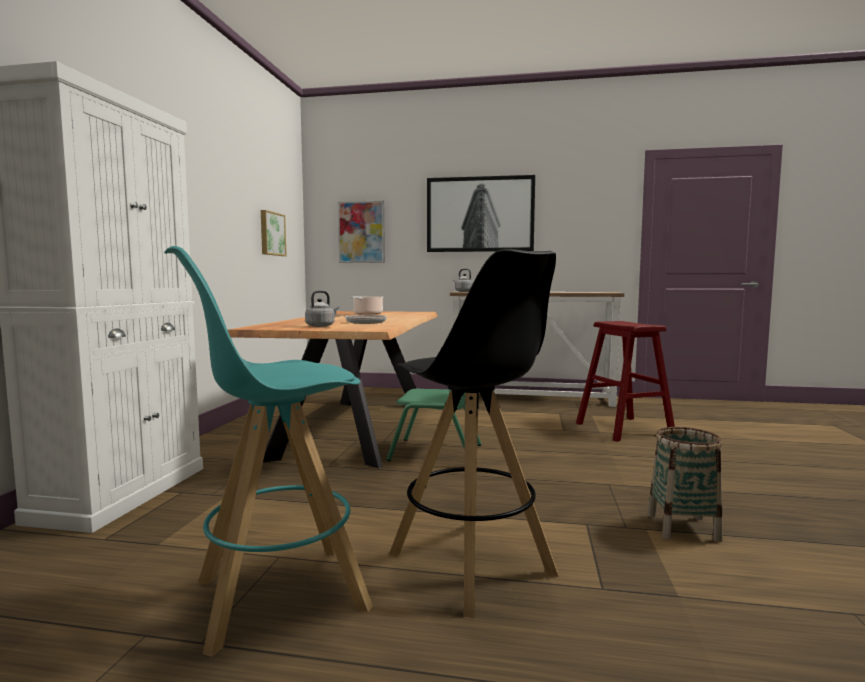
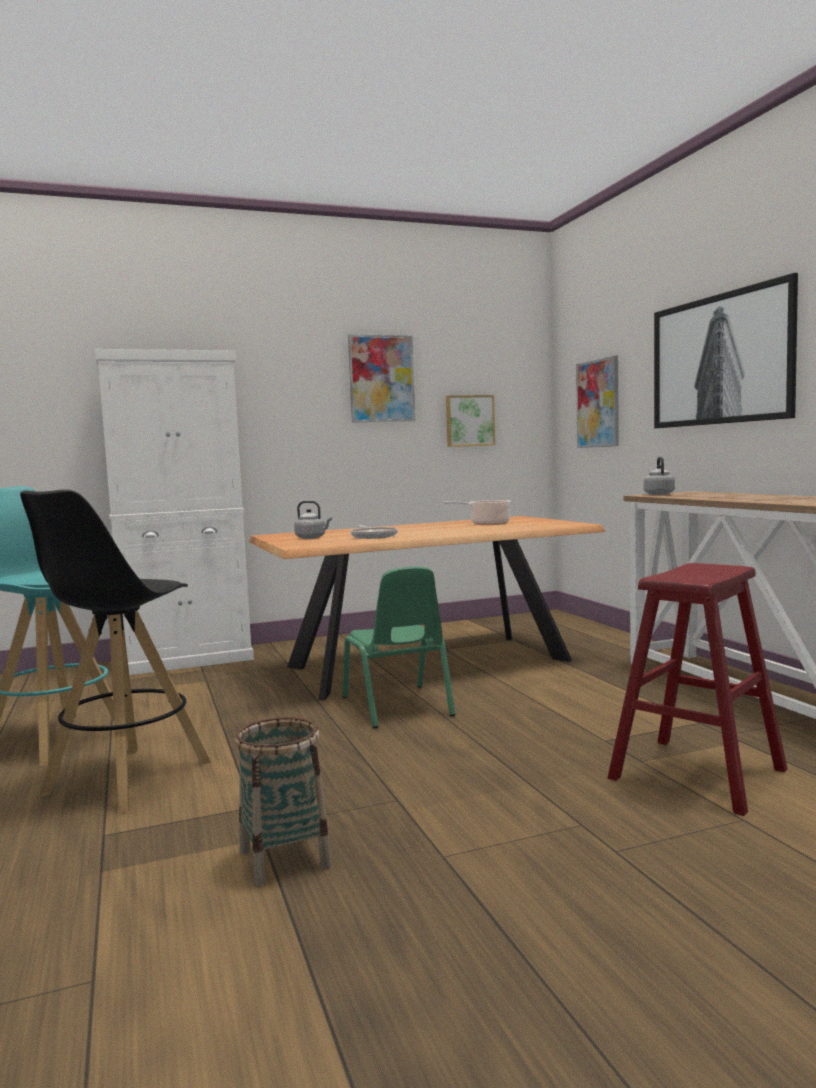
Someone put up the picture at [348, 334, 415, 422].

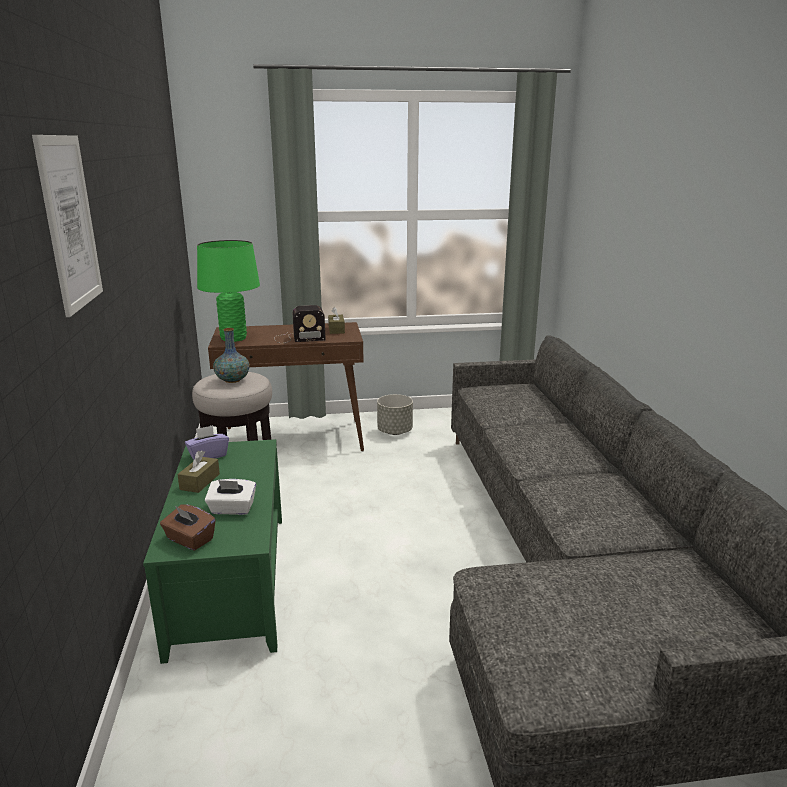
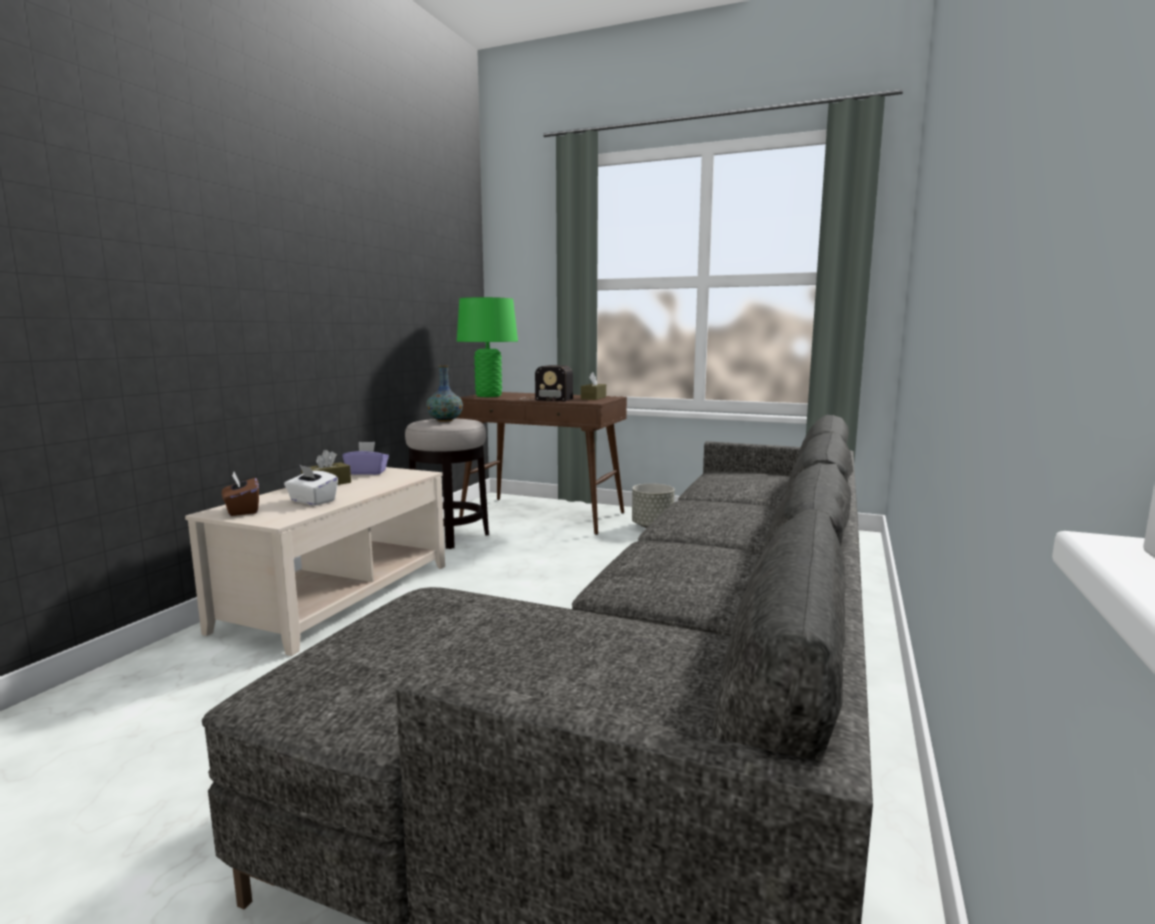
Someone repainted the lounge table in greenish at [143, 439, 282, 664], which became the lounge table in beige at [185, 467, 445, 656].
Someone took away the picture at [32, 135, 103, 317].

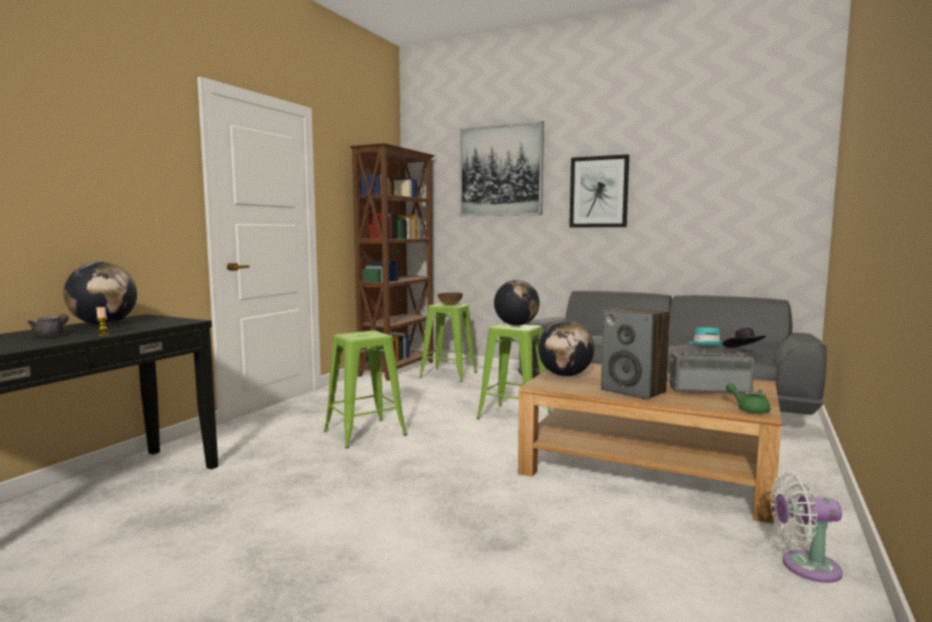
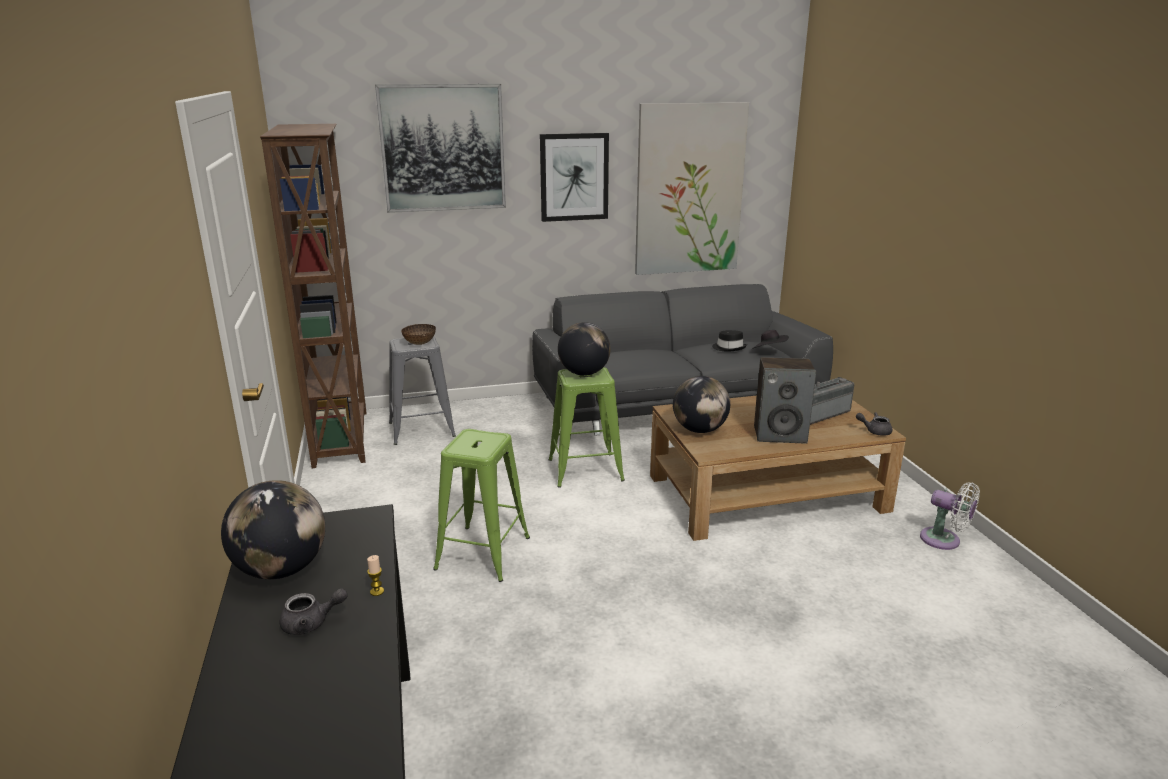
Someone repainted the sitting stool in greenish at [419, 303, 477, 382], which became the sitting stool in greyish at [389, 336, 456, 445].
Someone put up the picture at [635, 102, 749, 275].
Someone repainted the clothing hat in blue-green at [689, 327, 723, 345], which became the clothing hat in black at [712, 330, 747, 352].
Someone repainted the pot for tea in greenish at [726, 383, 771, 414], which became the pot for tea in greyish at [856, 412, 892, 436].
Someone rotated the fan in whitish at [770, 473, 842, 583] by 105 degrees counterclockwise.

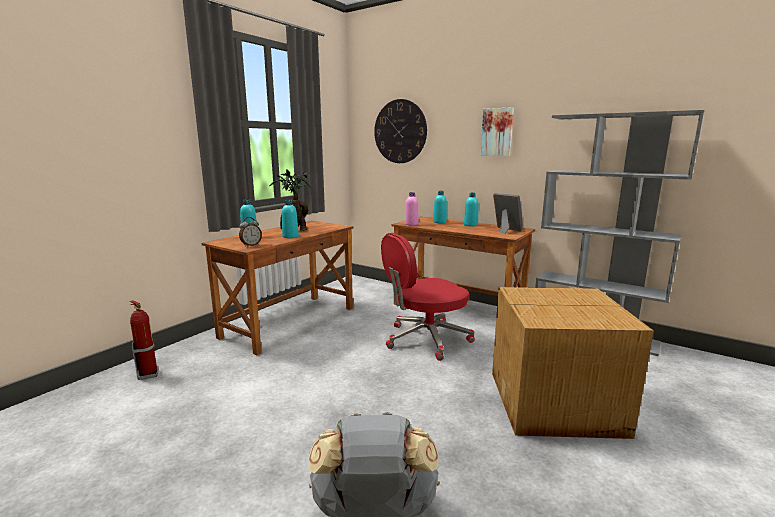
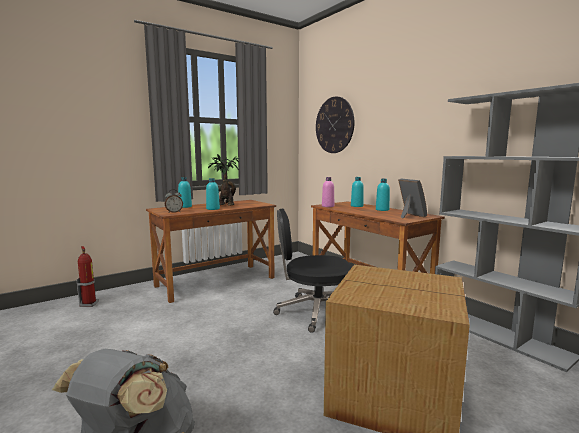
Someone repainted the computer chair in red at [381, 233, 475, 361], which became the computer chair in black at [273, 209, 352, 333].
Someone took away the picture at [481, 107, 514, 156].

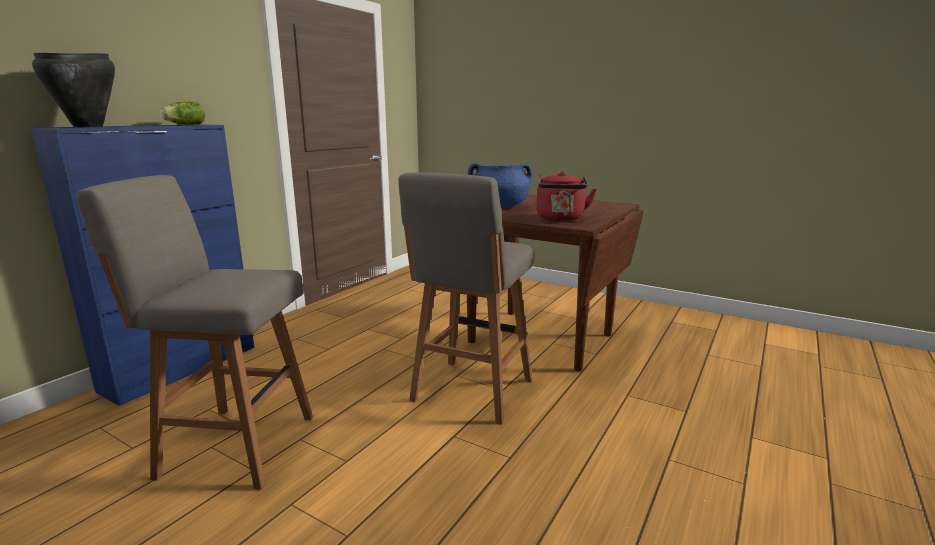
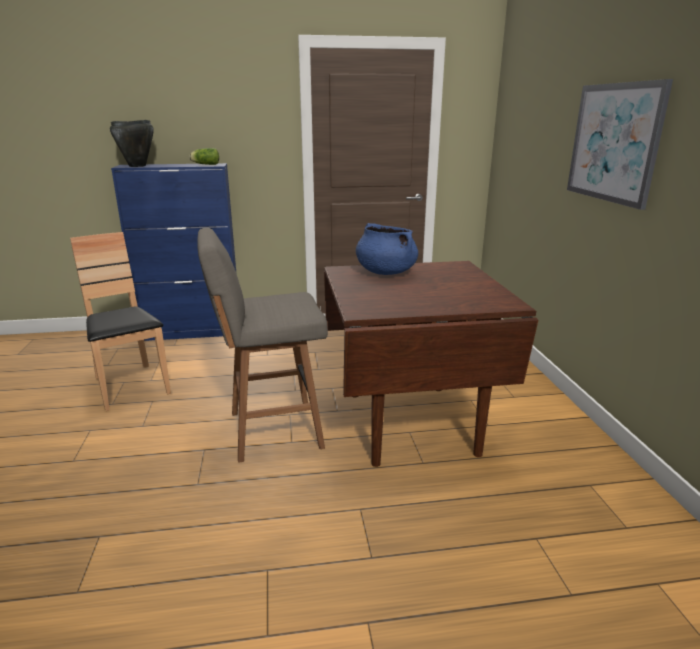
Someone swapped the sitting stool in greyish at [76, 175, 313, 490] for the plain chair in brown at [70, 232, 171, 411].
Someone put up the picture at [567, 79, 673, 210].
Someone took away the water kettle in red at [536, 171, 597, 221].

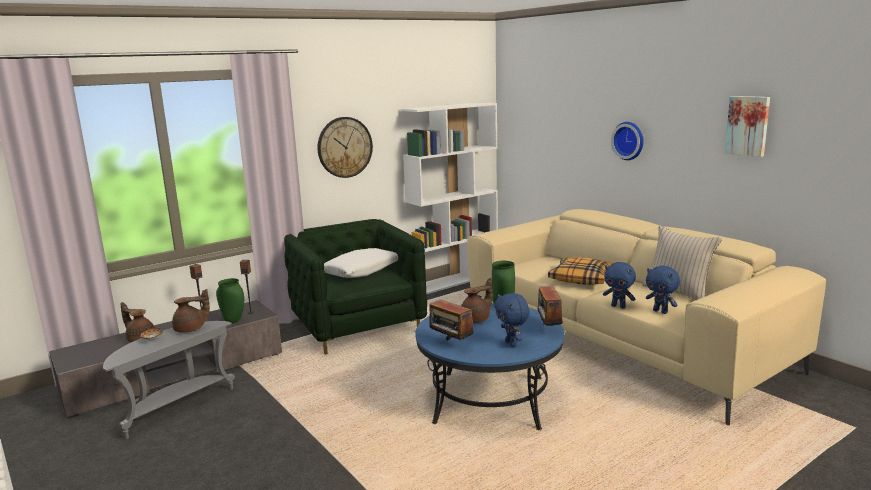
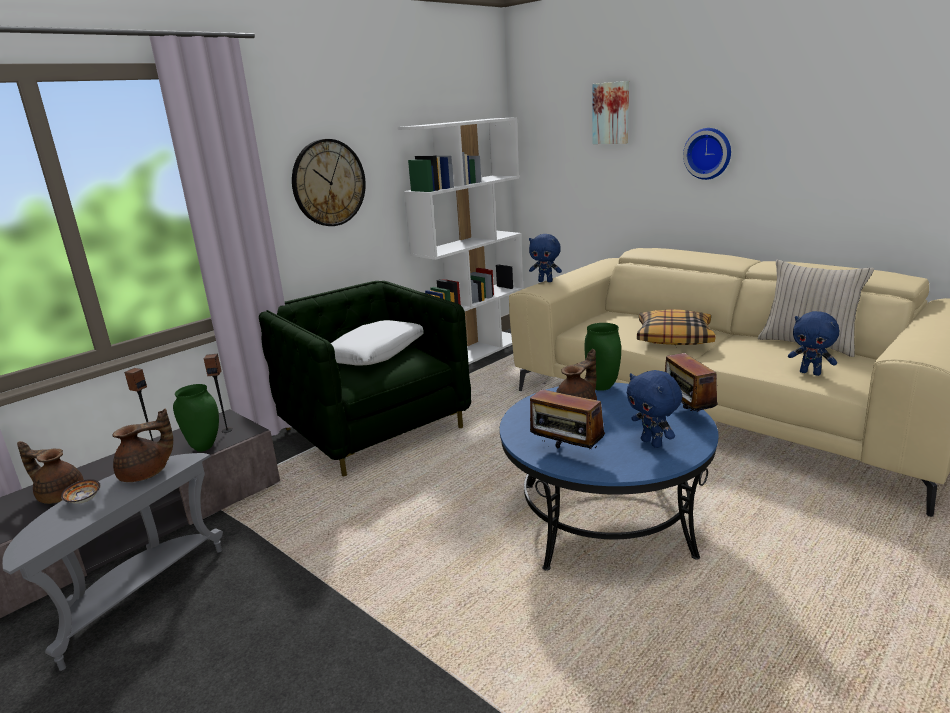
Someone carried the soft toy in bluish from [603, 262, 636, 308] to [529, 234, 562, 282].
Someone carried the picture from [725, 96, 770, 157] to [592, 81, 629, 144].

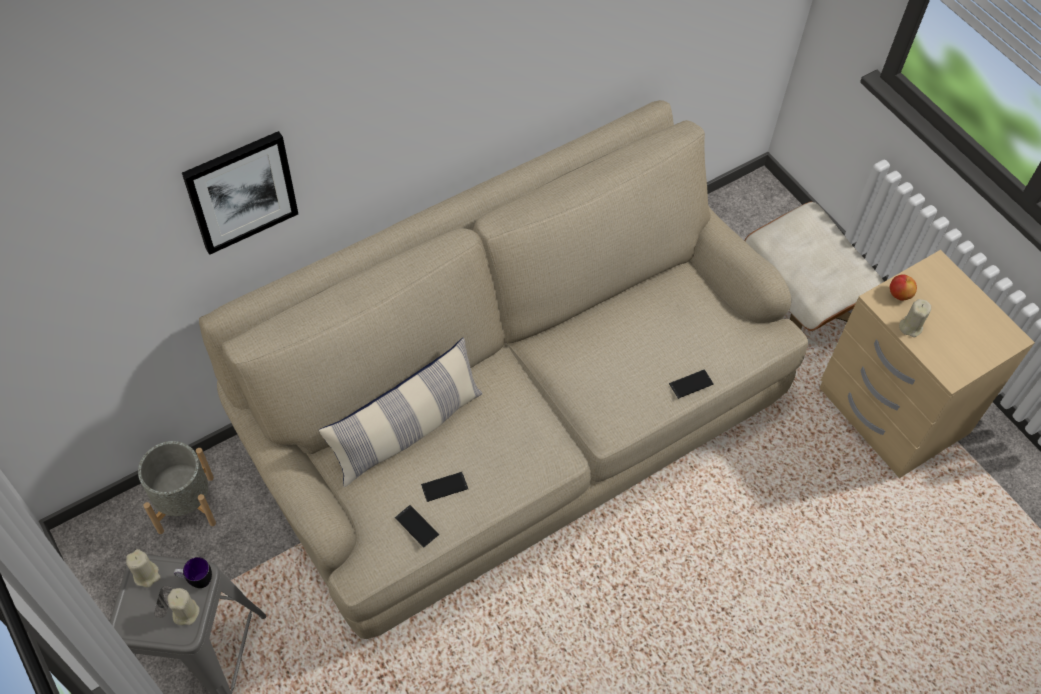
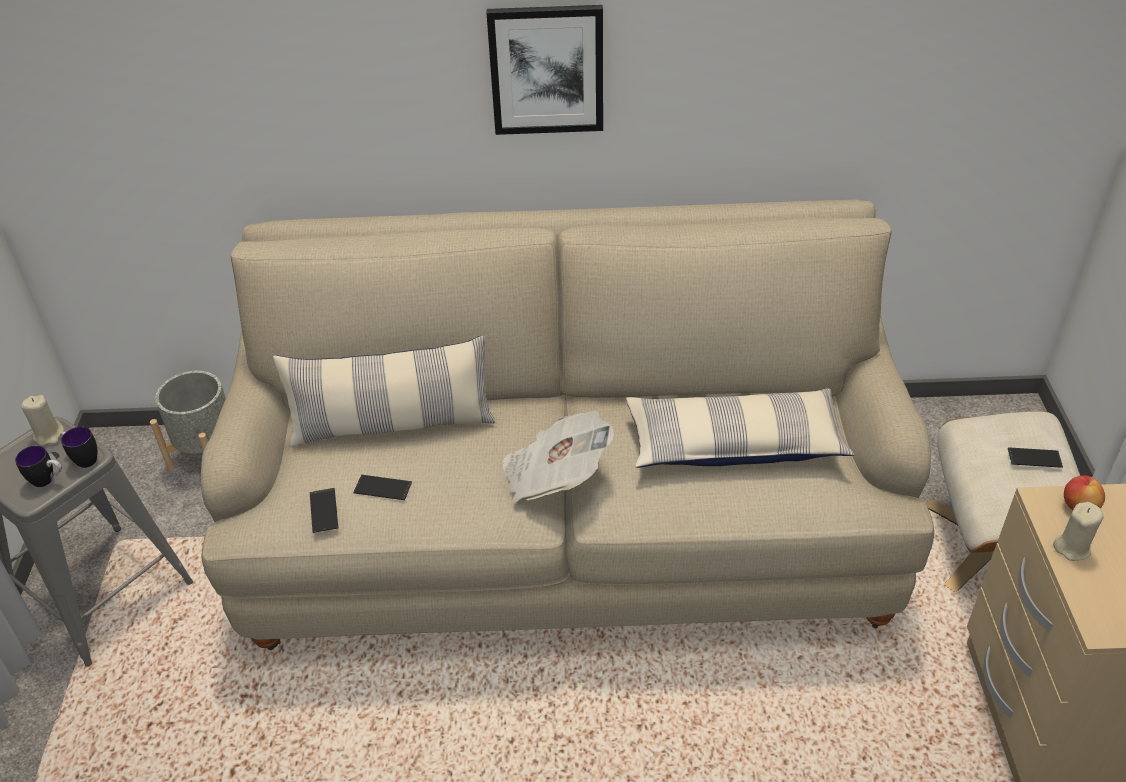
Someone swapped the wax light in beige at [167, 588, 200, 625] for the tea mug at [15, 446, 62, 487].
Someone carried the picture from [182, 131, 298, 255] to [487, 5, 603, 135].
Someone put down the newspaper at [502, 411, 614, 502].
Someone put down the throw pillow at [626, 388, 854, 468].
Someone carried the telephone from [669, 369, 714, 399] to [1008, 447, 1063, 468].

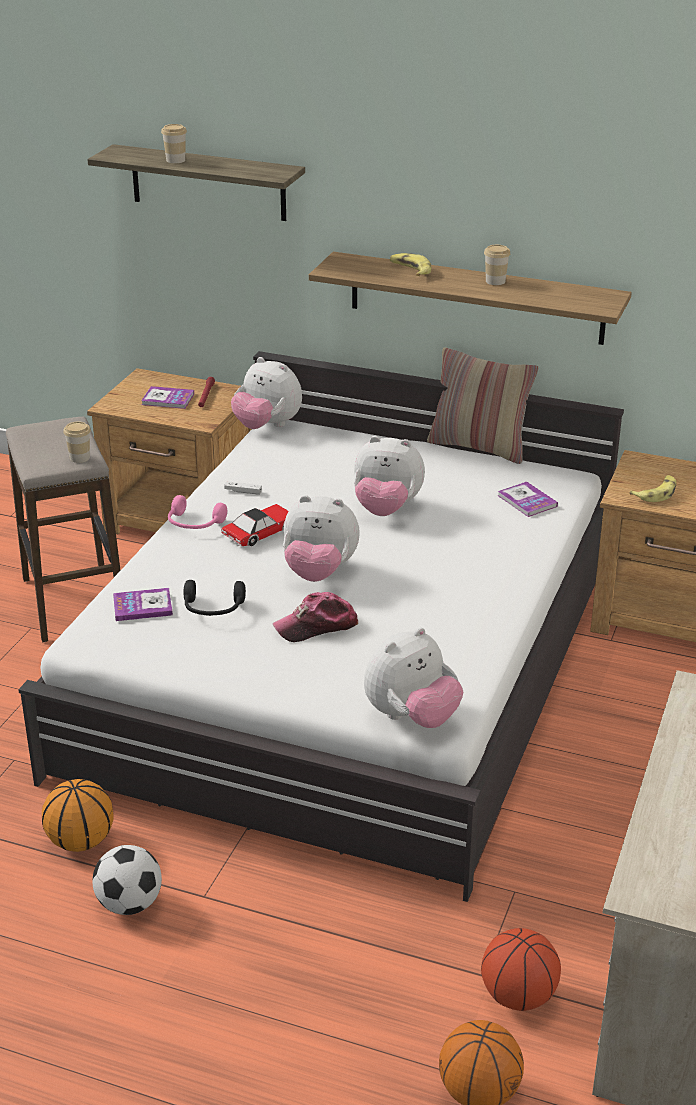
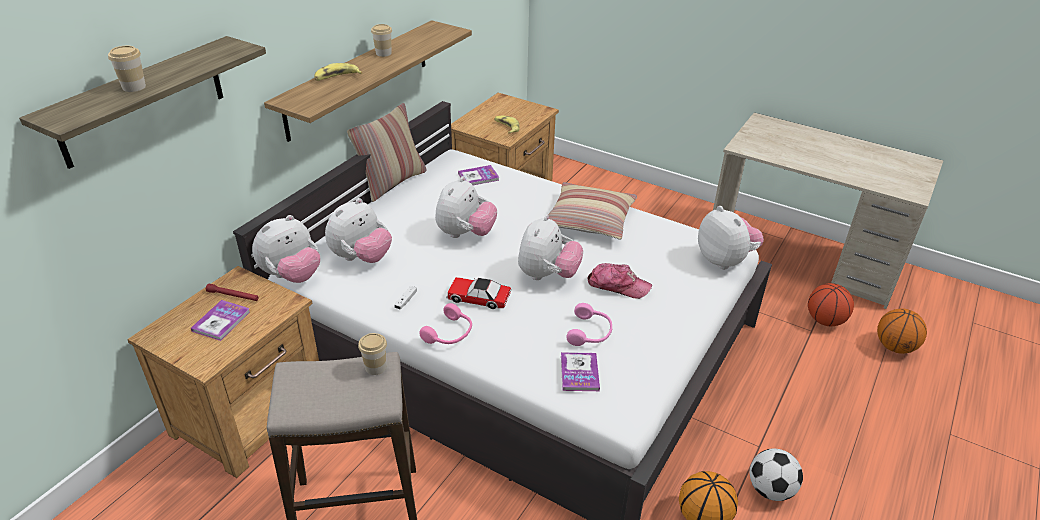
Someone put down the soft toy at [325, 198, 392, 263].
Someone rotated the toy car at [221, 504, 289, 546] by 45 degrees counterclockwise.
Someone put down the throw pillow at [548, 182, 637, 240].
Someone repainted the headset in black at [183, 580, 246, 616], which became the headset in pink at [566, 303, 612, 346].
Someone rotated the baseball cap at [272, 592, 358, 642] by 60 degrees counterclockwise.

